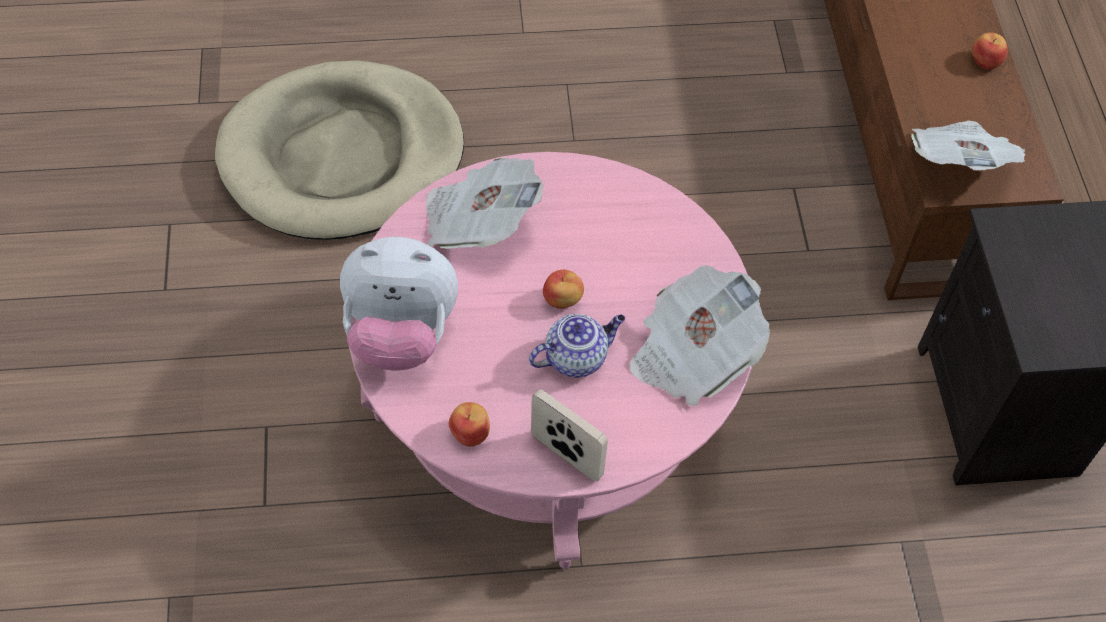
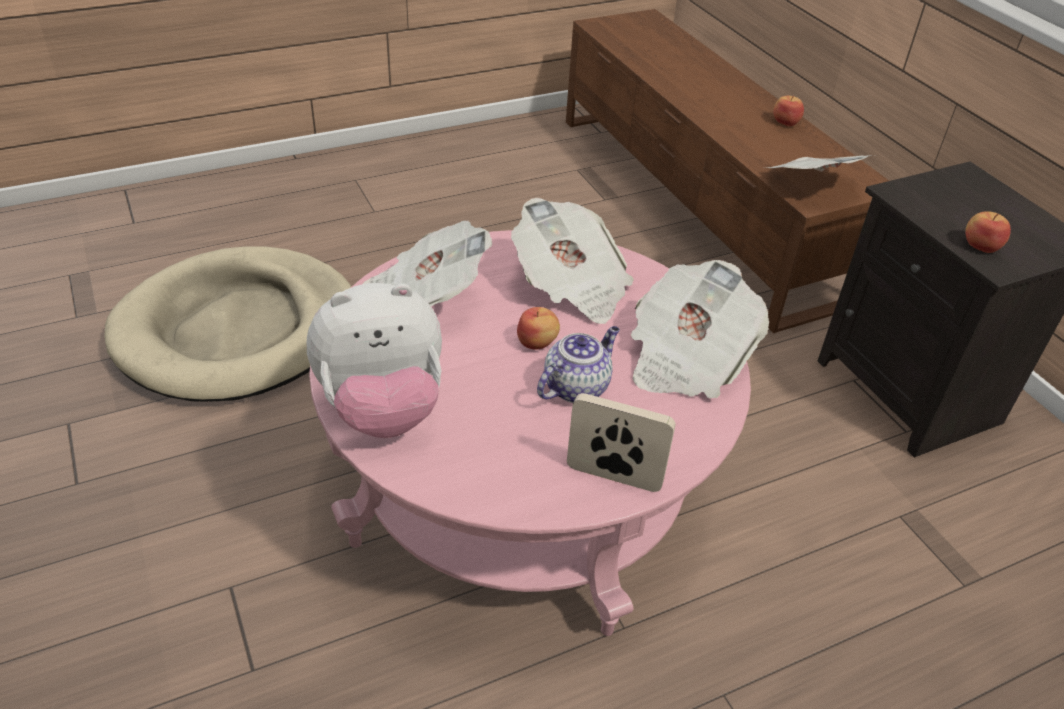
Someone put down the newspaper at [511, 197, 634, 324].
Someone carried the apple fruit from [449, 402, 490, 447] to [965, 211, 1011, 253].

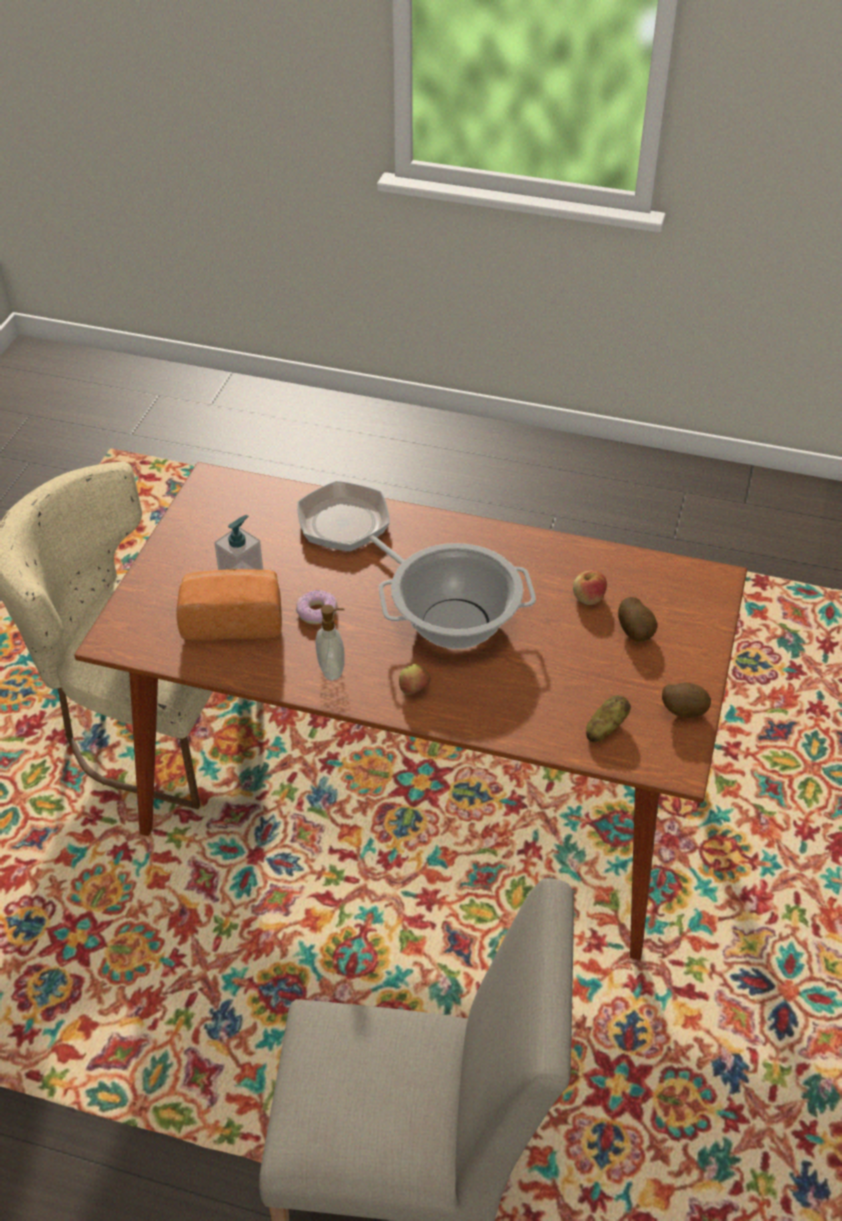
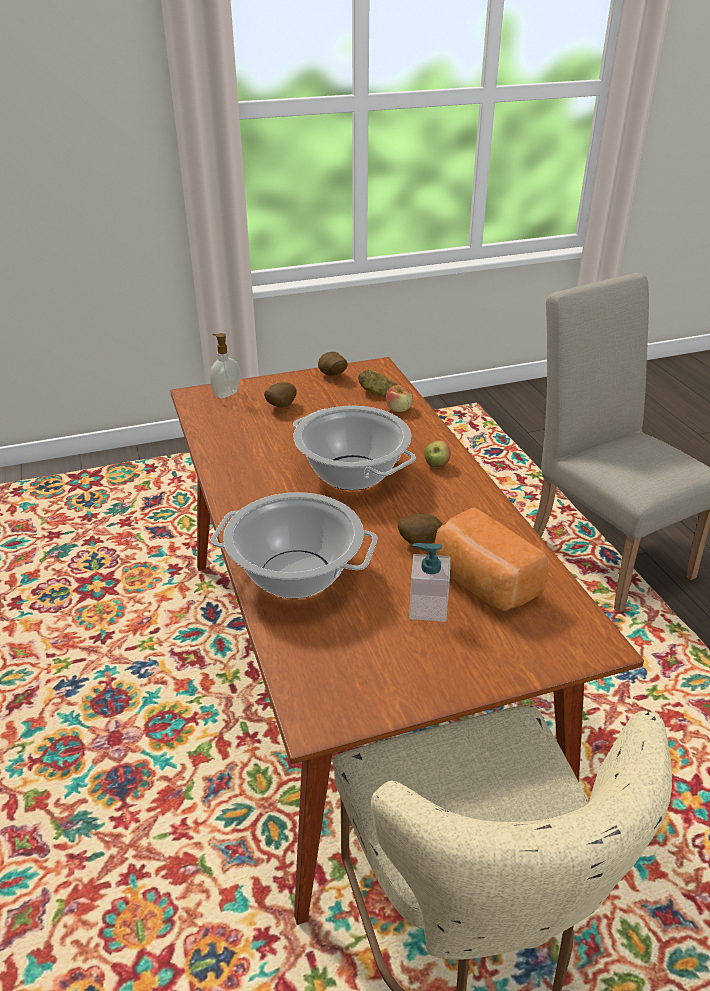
Someone carried the soap bottle from [315, 605, 345, 681] to [210, 333, 240, 398].
Someone swapped the skillet at [297, 481, 405, 565] for the cooking pot at [210, 492, 377, 599].
Someone carried the apple fruit from [573, 570, 607, 605] to [386, 385, 413, 412].
Someone swapped the doughnut at [296, 590, 338, 625] for the spud at [398, 513, 442, 544].

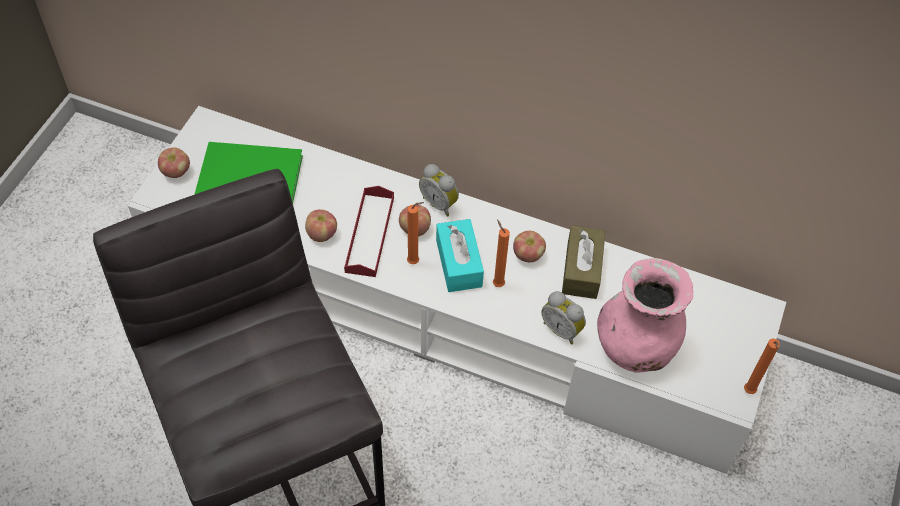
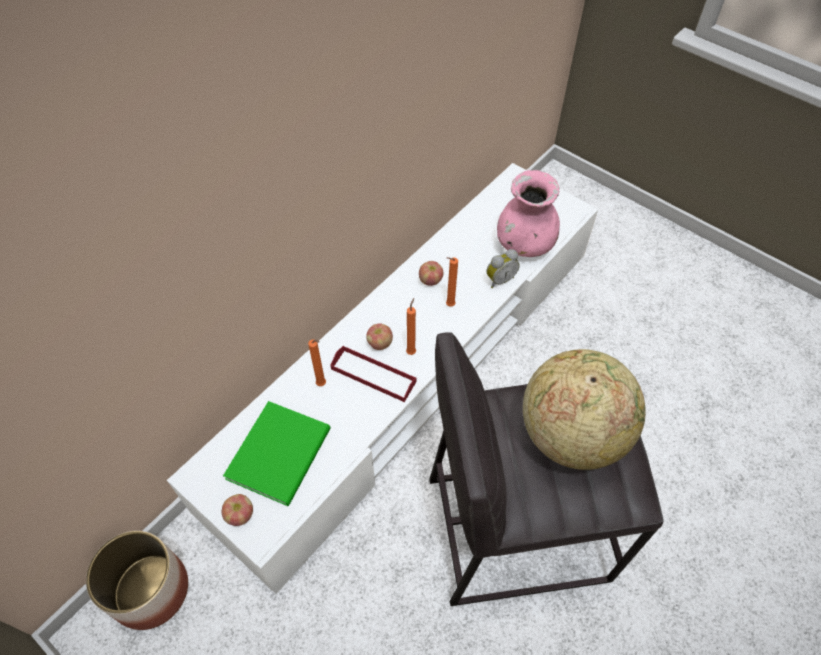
Someone put down the plant pot at [86, 531, 188, 630].
Someone carried the wax light in orangey from [744, 339, 780, 394] to [308, 339, 326, 386].
Someone put down the desk globe at [523, 349, 646, 470].
Someone took away the apple fruit at [305, 209, 337, 242].
Someone took away the table clock at [419, 164, 459, 216].
Someone took away the tissue box in blue-green at [436, 219, 484, 292].
Someone took away the tissue box in brown at [562, 226, 606, 299].

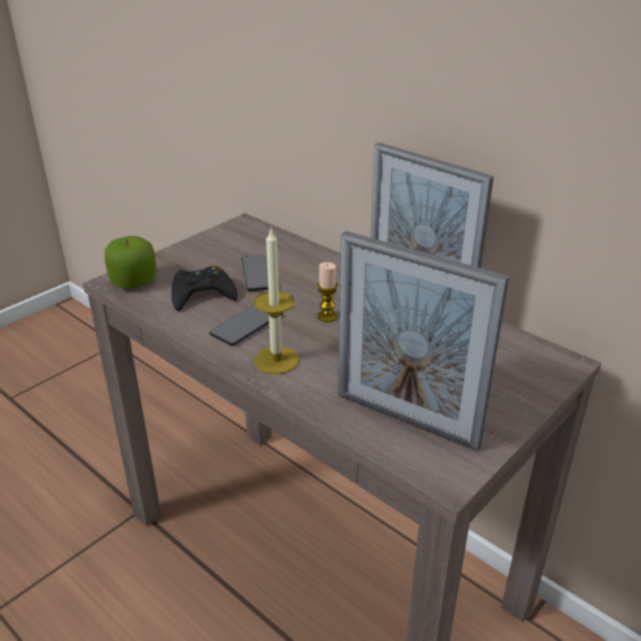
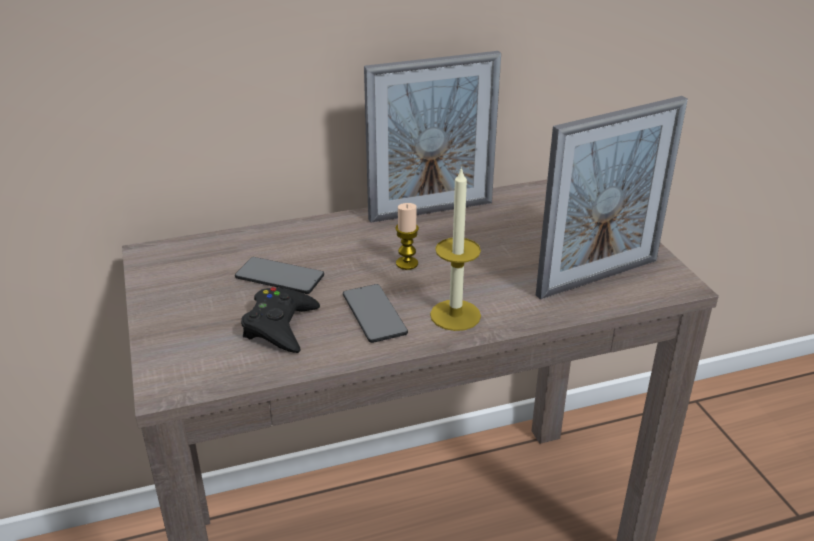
Someone took away the apple fruit at [105, 236, 156, 288].

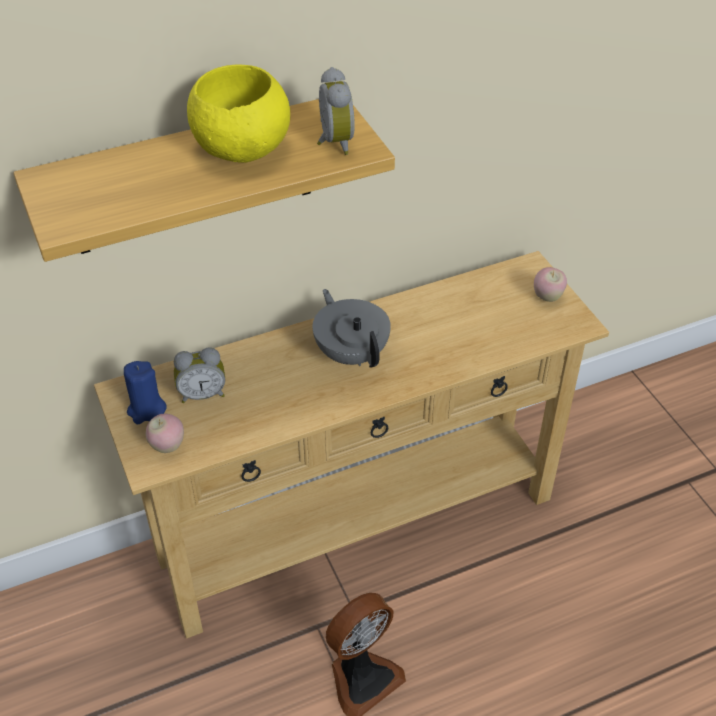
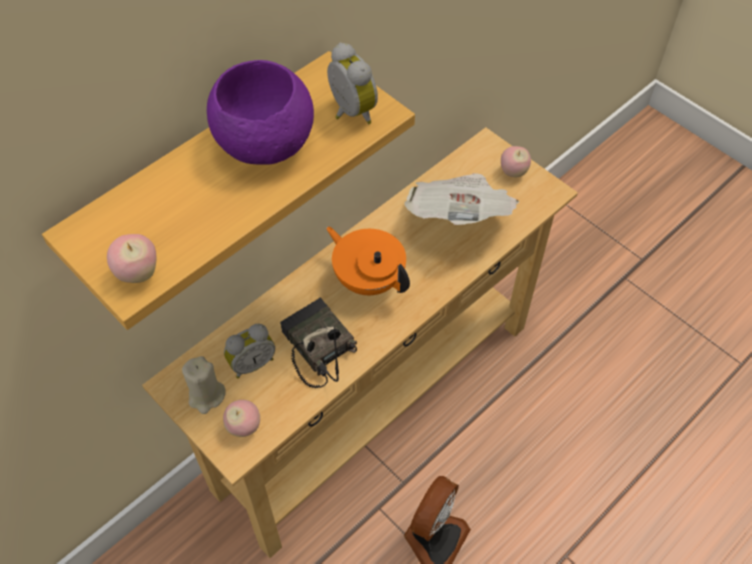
Someone put down the apple fruit at [107, 234, 156, 283].
Someone repainted the wax light in bluish at [124, 361, 167, 424], which became the wax light in beige at [182, 356, 226, 414].
Someone repainted the bowl in yellow-coloured at [187, 65, 290, 163], which became the bowl in purple-coloured at [207, 60, 314, 165].
Someone put down the radio at [280, 298, 357, 388].
Someone repainted the pot for tea in greyish at [312, 289, 391, 368], which became the pot for tea in orangey at [326, 227, 410, 295].
Someone put down the newspaper at [404, 173, 519, 225].

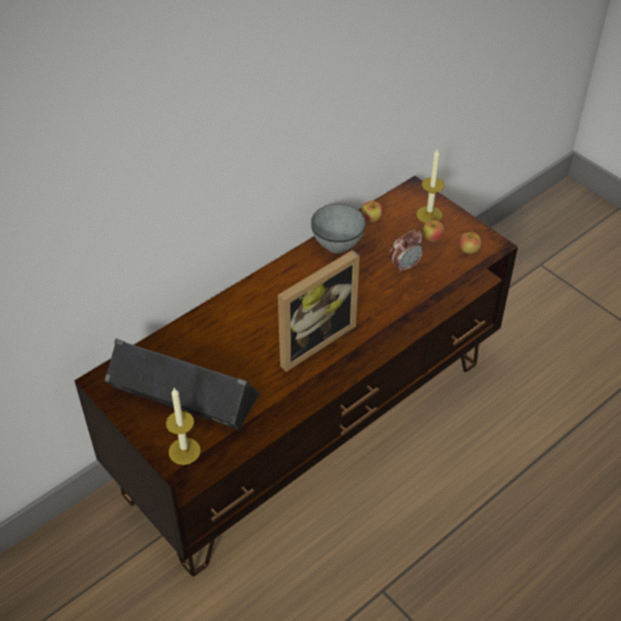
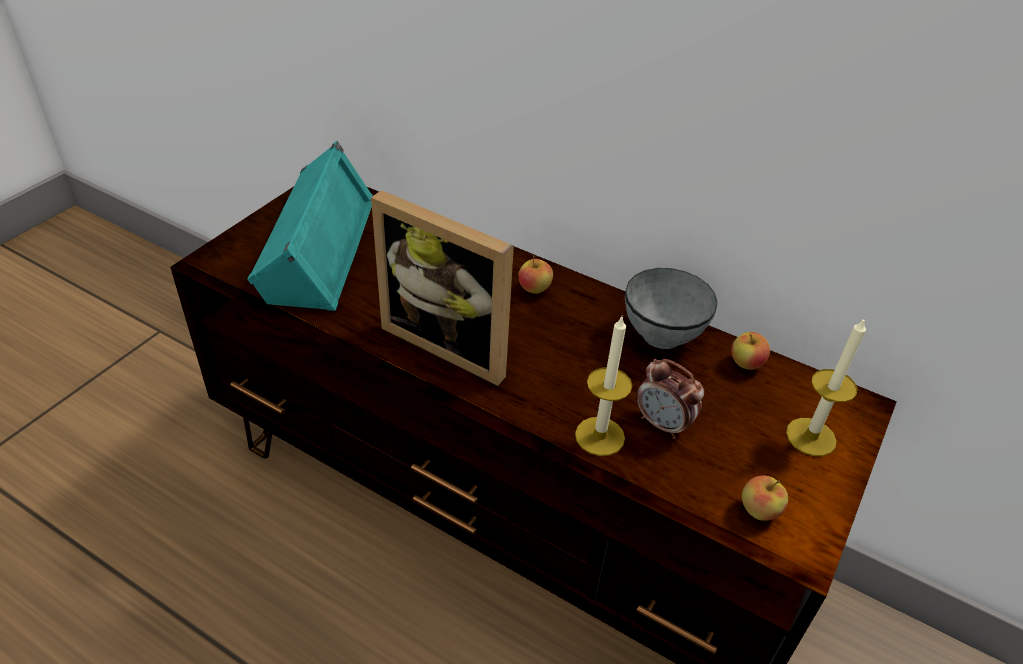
Someone repainted the loudspeaker in black at [104, 339, 260, 430], which became the loudspeaker in blue-green at [248, 141, 373, 311].
Someone carried the apple fruit from [423, 220, 444, 242] to [518, 255, 553, 294].
Someone carried the wax light from [166, 388, 201, 465] to [575, 317, 632, 456].

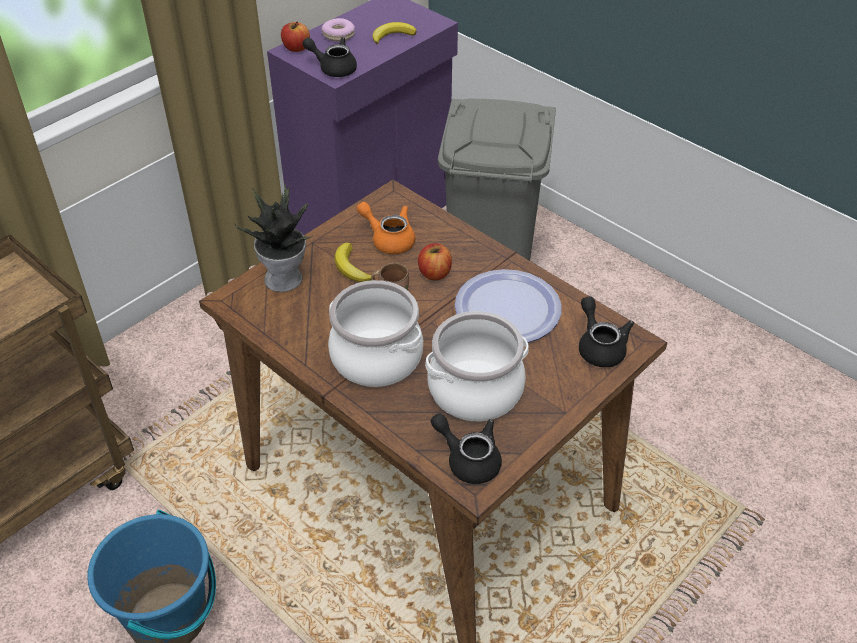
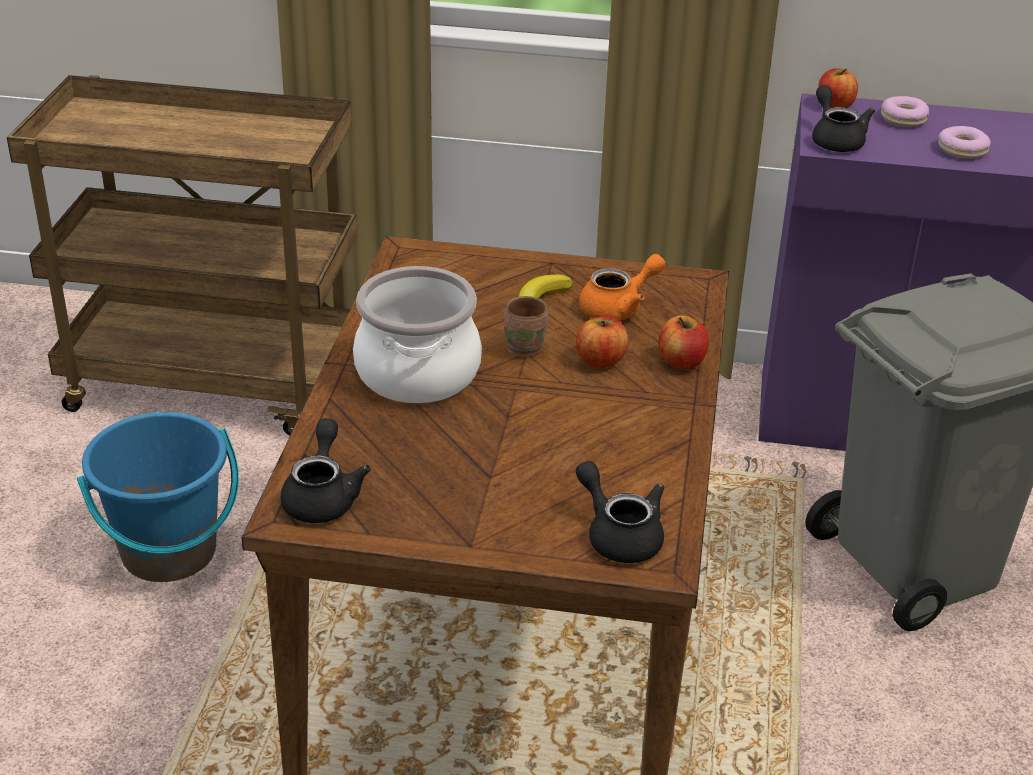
Someone rotated the pot for tea in black at [579, 296, 634, 367] by 75 degrees counterclockwise.
Someone rotated the pot for tea in orangey at [357, 202, 415, 254] by 60 degrees clockwise.
Someone put down the apple fruit at [659, 316, 709, 369].
Someone swapped the banana fruit at [373, 22, 416, 44] for the doughnut at [938, 126, 991, 159].
Someone took away the plant in a pot at [234, 184, 313, 292].
Someone took away the cooking pot at [425, 311, 529, 421].
Someone took away the plate at [455, 269, 562, 343].

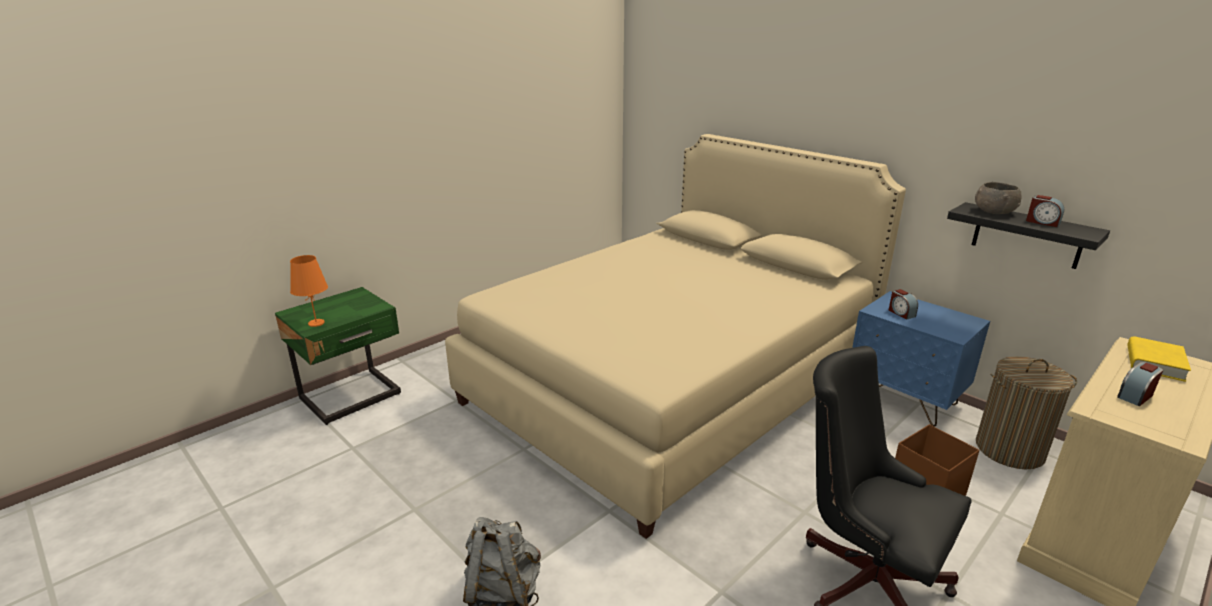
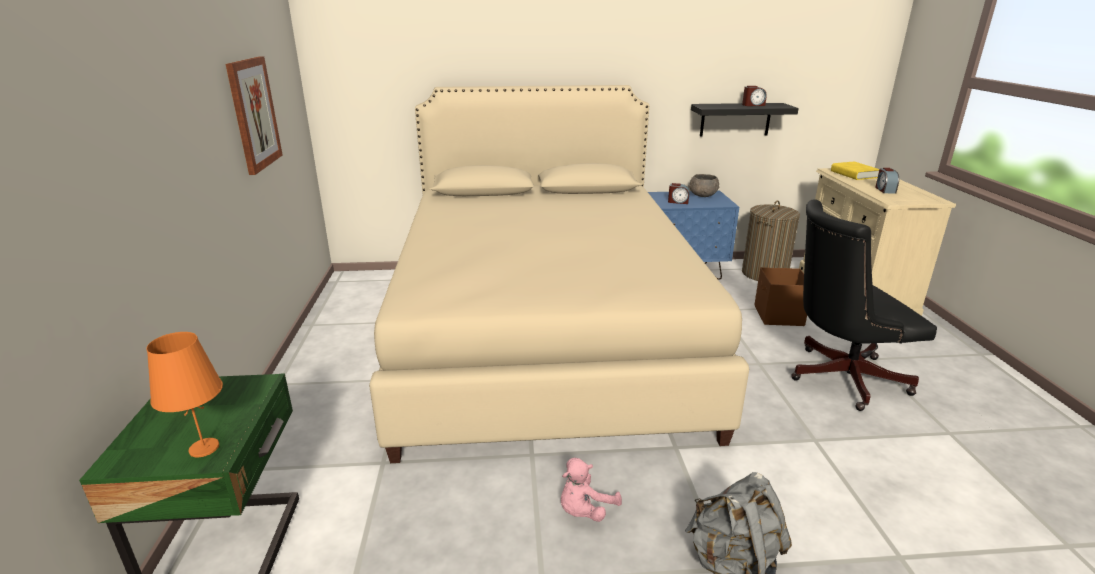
Someone put up the picture at [225, 56, 283, 175].
Someone put down the soft toy in pink at [561, 458, 622, 522].
Someone carried the bowl in greyish from [975, 182, 1022, 214] to [689, 174, 720, 197].

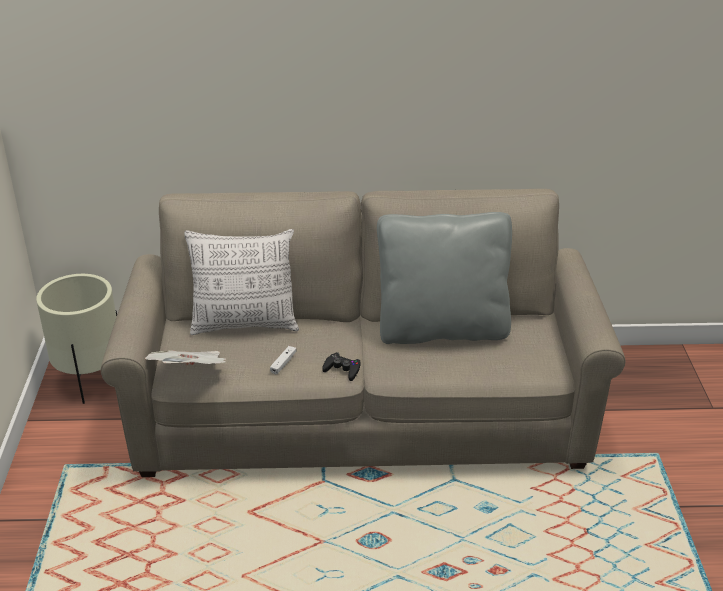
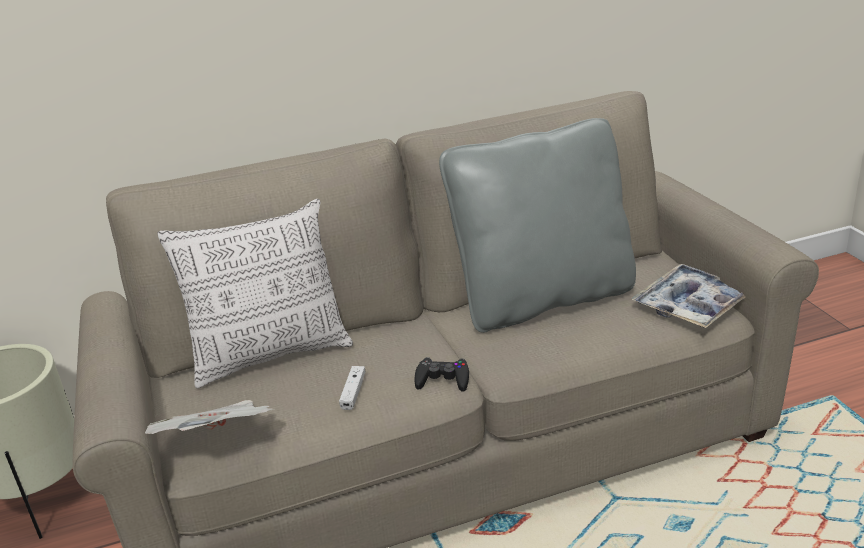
Someone put down the carrying tray at [632, 264, 745, 328].

